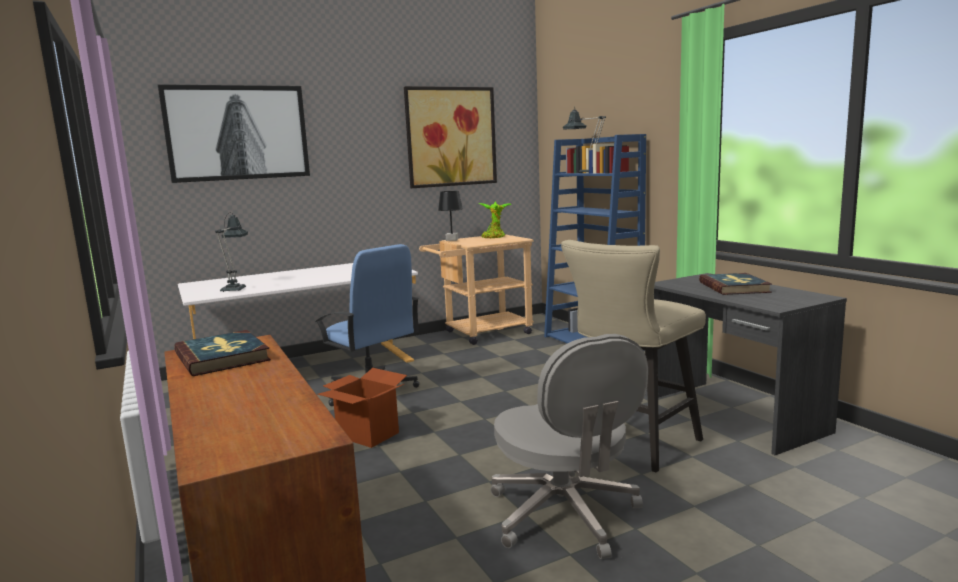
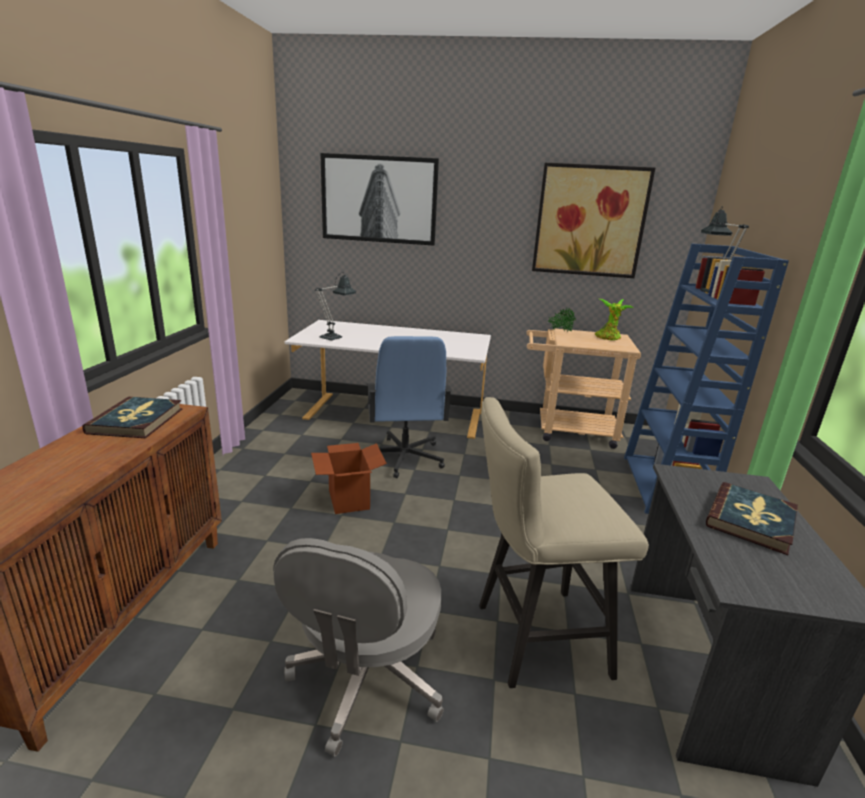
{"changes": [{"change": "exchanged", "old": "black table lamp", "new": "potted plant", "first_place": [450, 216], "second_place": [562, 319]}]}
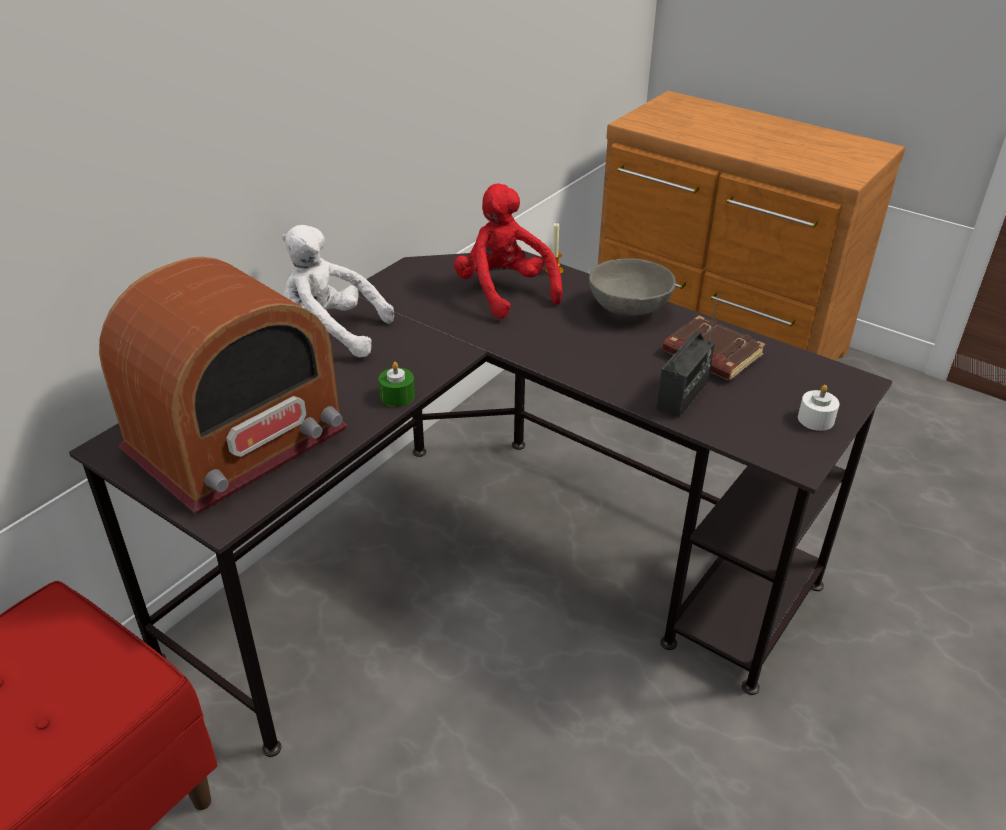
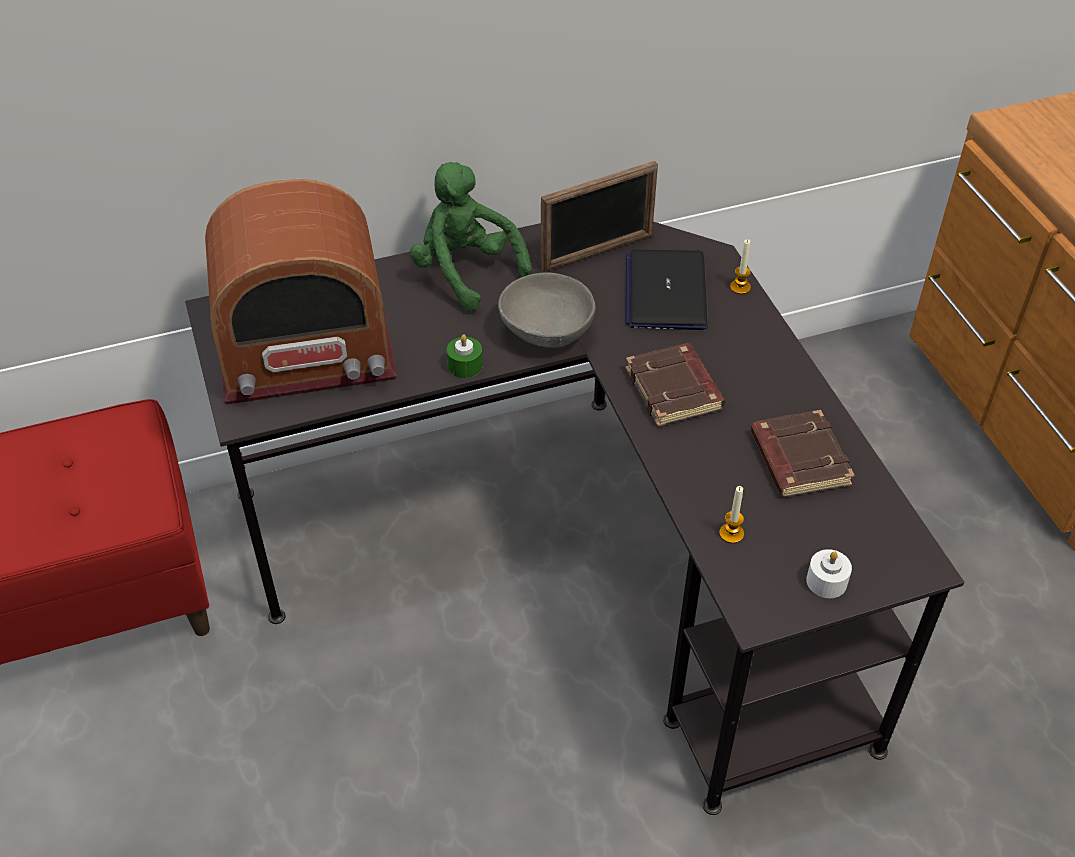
{"changes": [{"change": "colour", "old": "white plush toy", "new": "green plush toy", "first_place": [338, 291], "second_place": [471, 237]}, {"change": "exchanged", "old": "red plush toy", "new": "laptop", "first_place": [508, 251], "second_place": [666, 290]}, {"change": "relocated", "old": "grey bowl", "first_place": [632, 287], "second_place": [547, 310]}, {"change": "missing", "old": "radio", "first_place": [687, 356]}, {"change": "appeared", "new": "picture frame", "second_place": [599, 216]}, {"change": "appeared", "new": "brown book", "second_place": [675, 384]}, {"change": "appeared", "new": "candle", "second_place": [731, 515]}]}
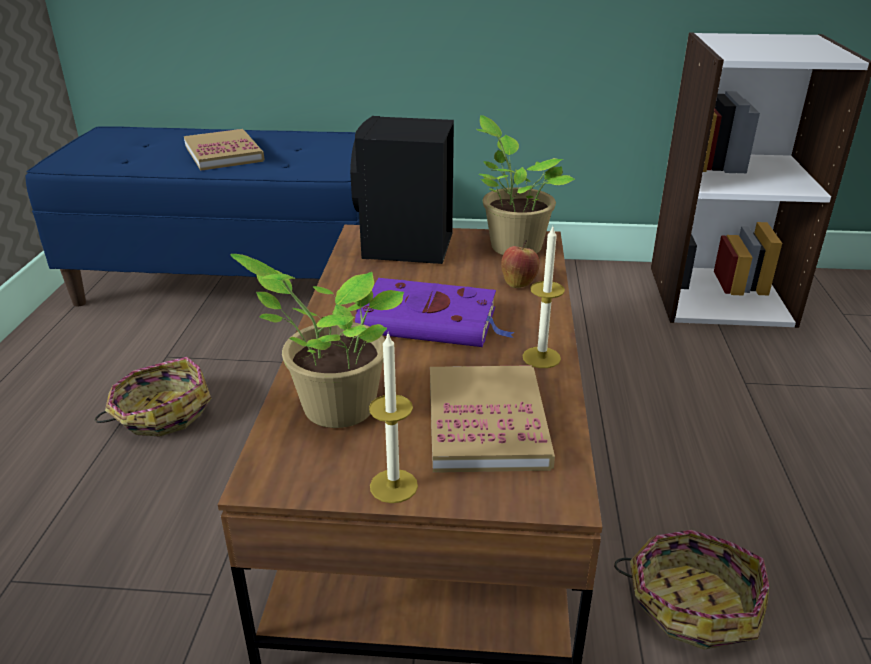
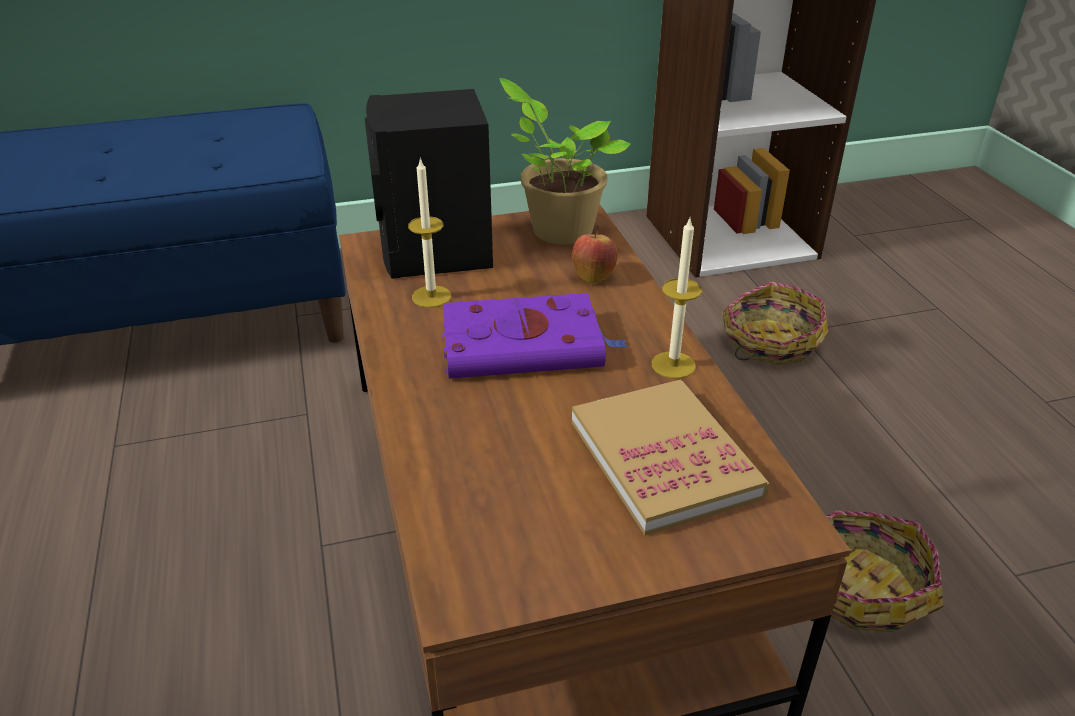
{"changes": [{"change": "relocated", "old": "basket", "first_place": [153, 396], "second_place": [775, 323]}, {"change": "missing", "old": "book", "first_place": [224, 150]}, {"change": "missing", "old": "potted plant", "first_place": [317, 341]}, {"change": "relocated", "old": "candle", "first_place": [393, 418], "second_place": [429, 232]}]}
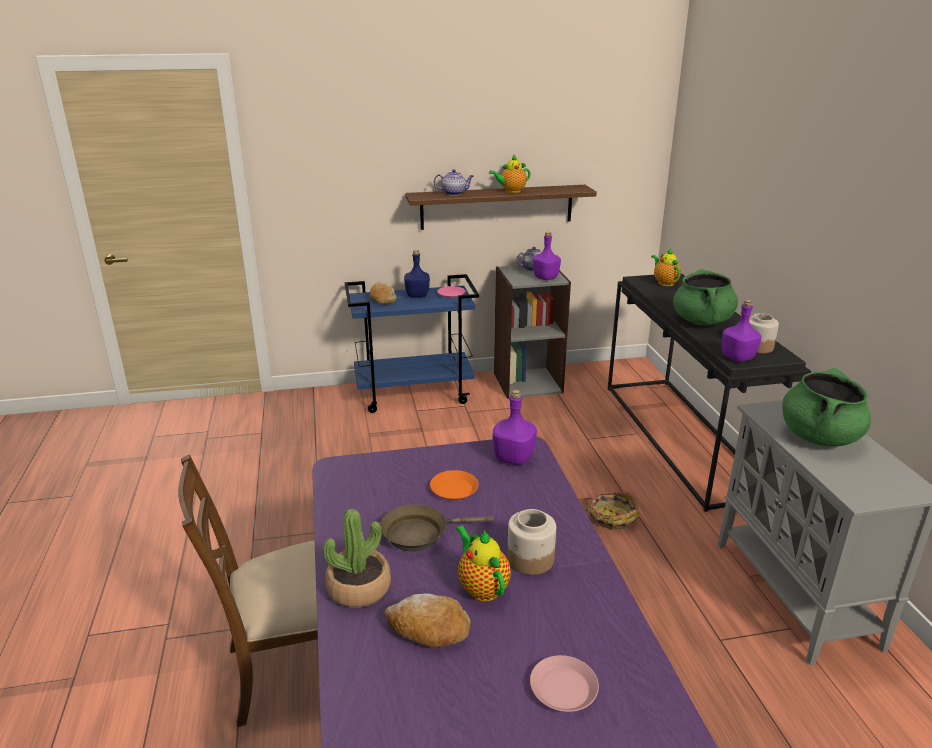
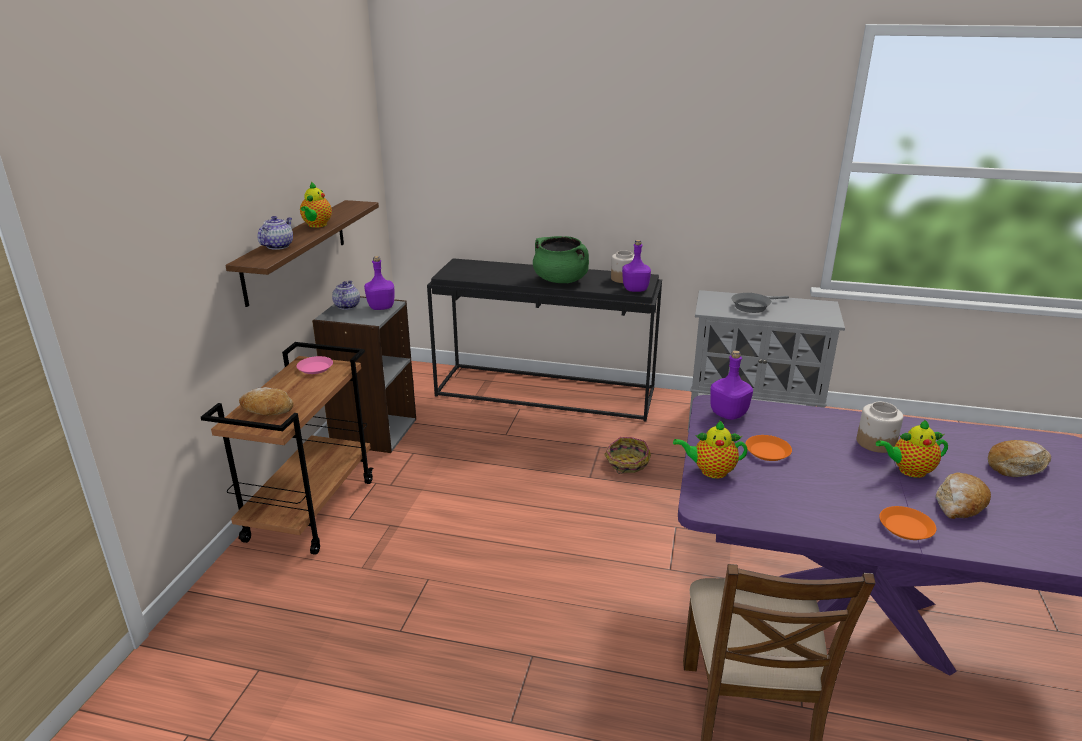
{"changes": [{"change": "exchanged", "old": "potted plant", "new": "orange plate", "first_place": [357, 558], "second_place": [907, 523]}, {"change": "colour", "old": "blue cart", "new": "brown cart", "first_place": [411, 343], "second_place": [287, 448]}, {"change": "missing", "old": "brown frying pan", "first_place": [437, 528]}, {"change": "missing", "old": "blue bottle", "first_place": [417, 274]}, {"change": "exchanged", "old": "pink plate", "new": "bread", "first_place": [564, 683], "second_place": [1019, 458]}, {"change": "relocated", "old": "teapot", "first_place": [666, 267], "second_place": [710, 449]}, {"change": "exchanged", "old": "green cooking pot", "new": "grey frying pan", "first_place": [826, 407], "second_place": [760, 303]}]}
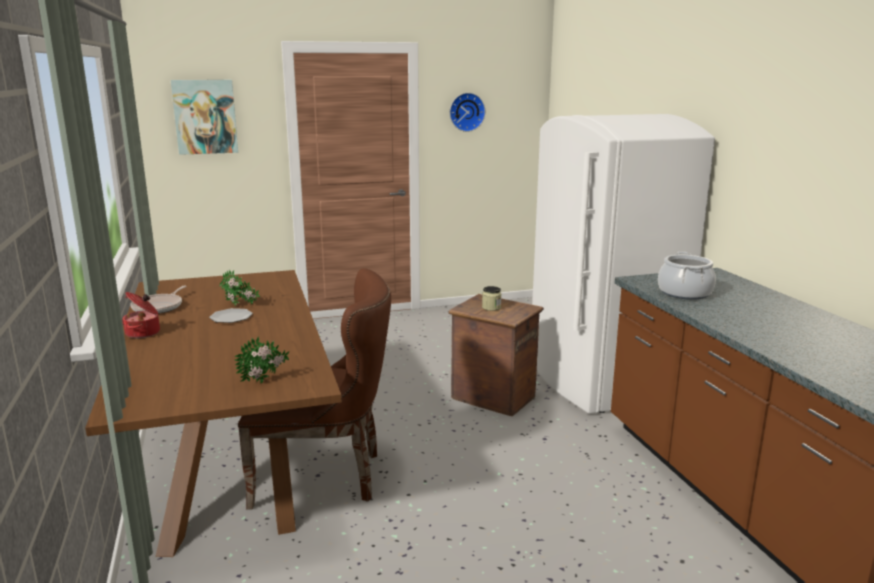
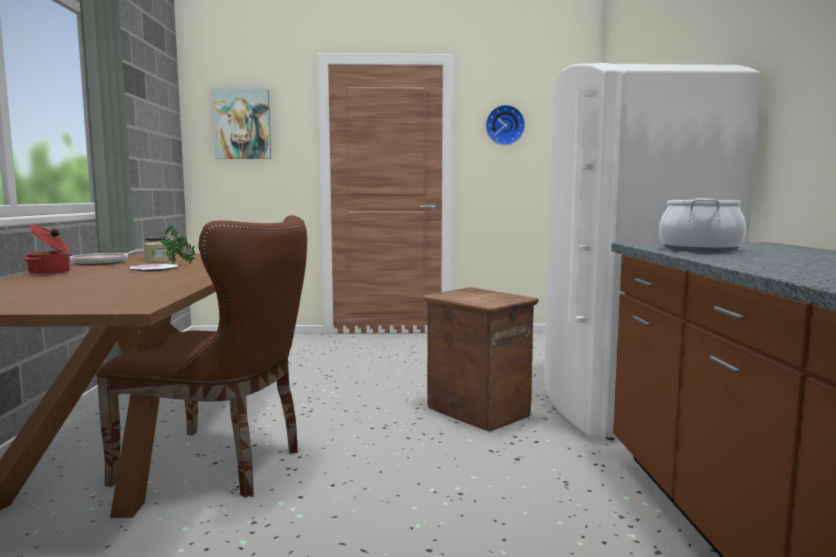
{"changes": [{"change": "missing", "old": "potted plant", "first_place": [262, 360]}, {"change": "relocated", "old": "jar", "first_place": [492, 298], "second_place": [156, 250]}]}
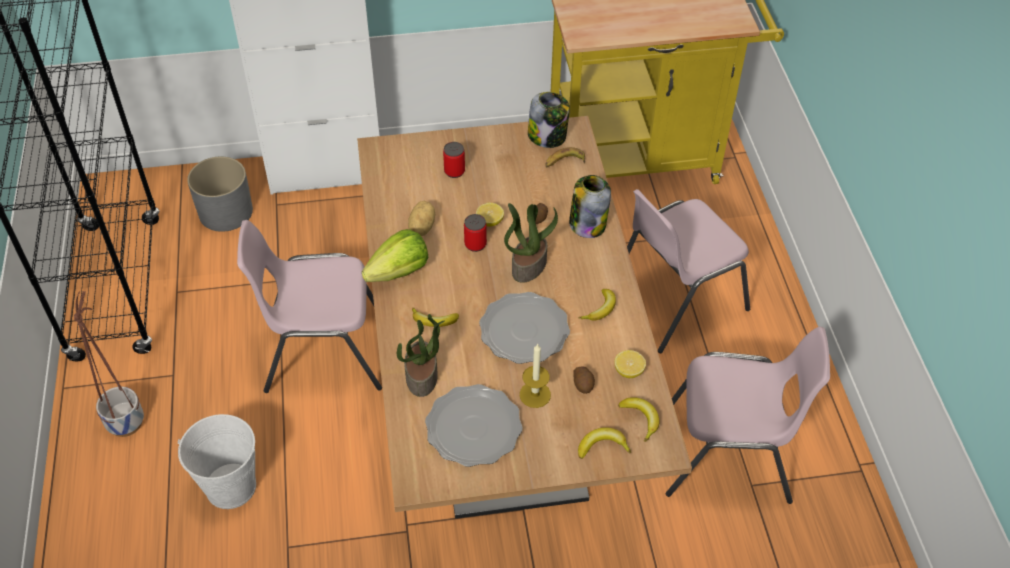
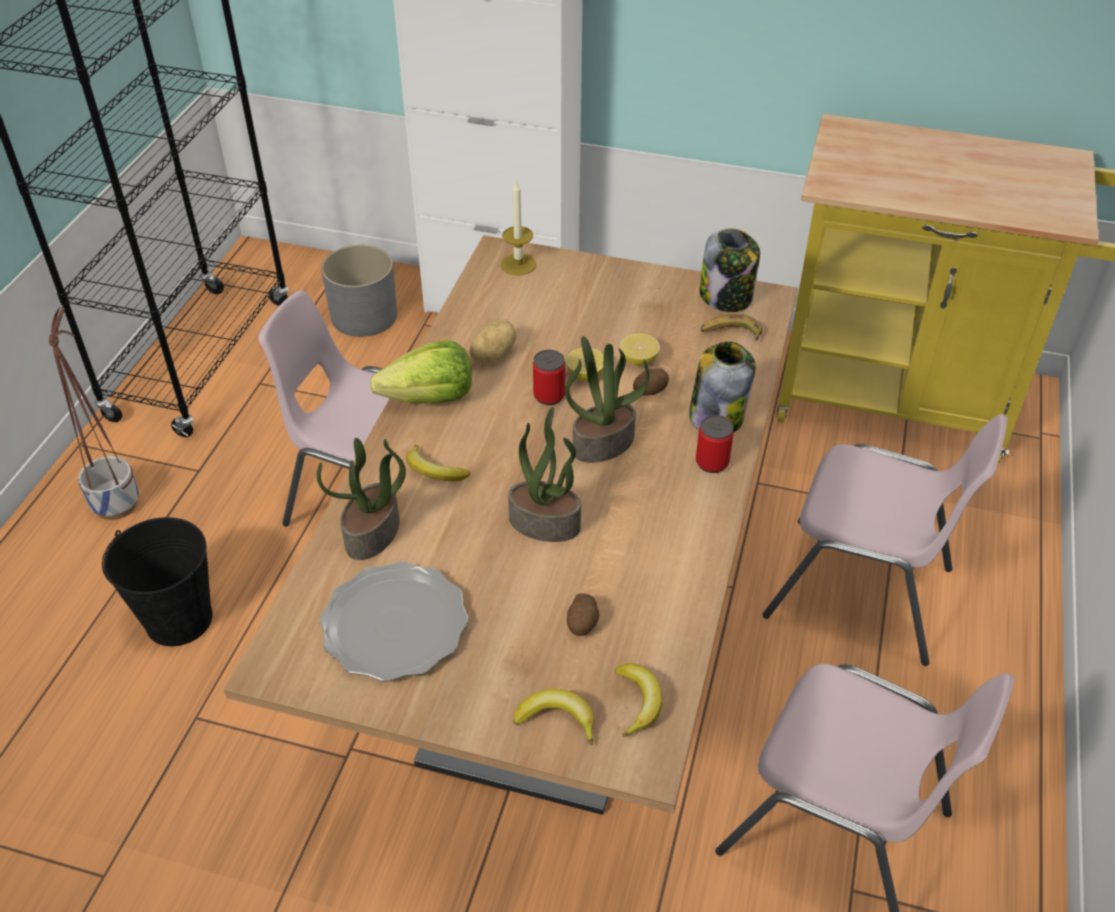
{"changes": [{"change": "colour", "old": "white bucket", "new": "black bucket", "first_place": [216, 461], "second_place": [157, 581]}, {"change": "relocated", "old": "can", "first_place": [454, 160], "second_place": [715, 444]}, {"change": "exchanged", "old": "plate", "new": "potted plant", "first_place": [524, 328], "second_place": [544, 474]}, {"change": "relocated", "old": "candle", "first_place": [535, 375], "second_place": [519, 228]}, {"change": "missing", "old": "banana", "first_place": [597, 305]}, {"change": "relocated", "old": "lemon", "first_place": [630, 364], "second_place": [640, 350]}, {"change": "spun", "old": "pink chair", "first_place": [688, 271], "second_place": [885, 540], "degrees": -150}]}
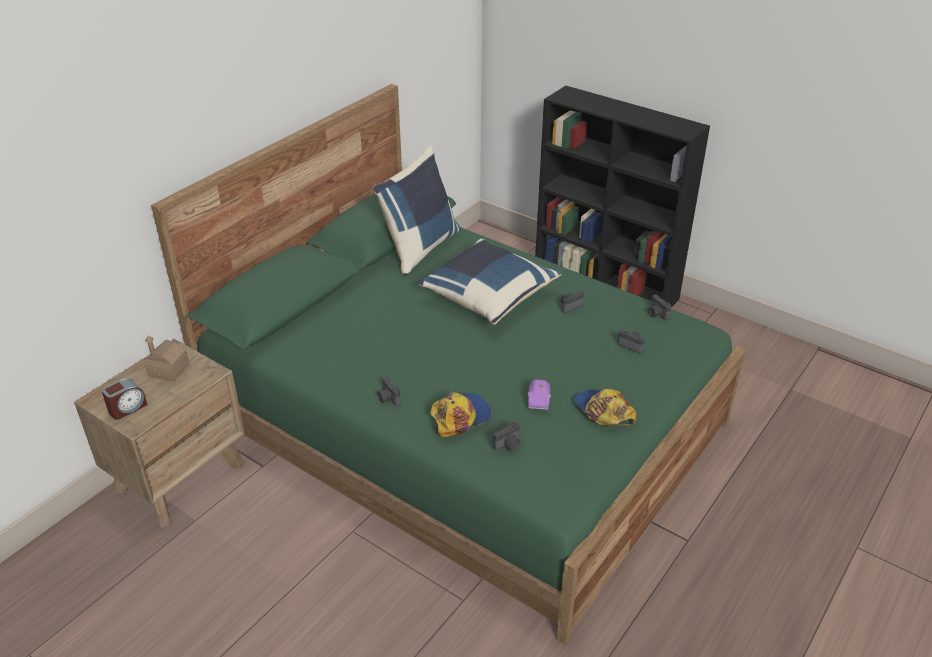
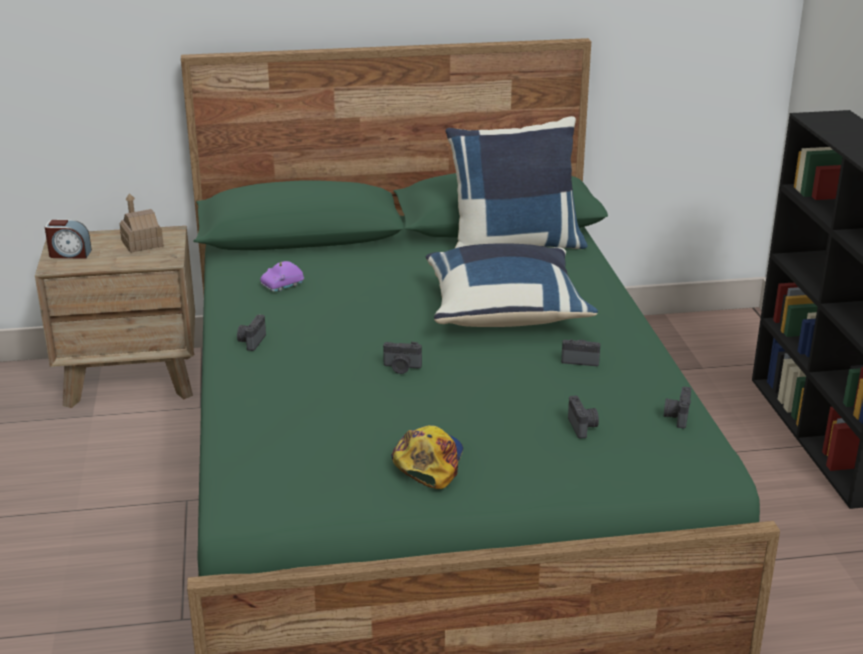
{"changes": [{"change": "missing", "old": "cap", "first_place": [460, 414]}, {"change": "relocated", "old": "photo camera", "first_place": [507, 436], "second_place": [402, 358]}, {"change": "relocated", "old": "purple toy car", "first_place": [539, 395], "second_place": [282, 276]}]}
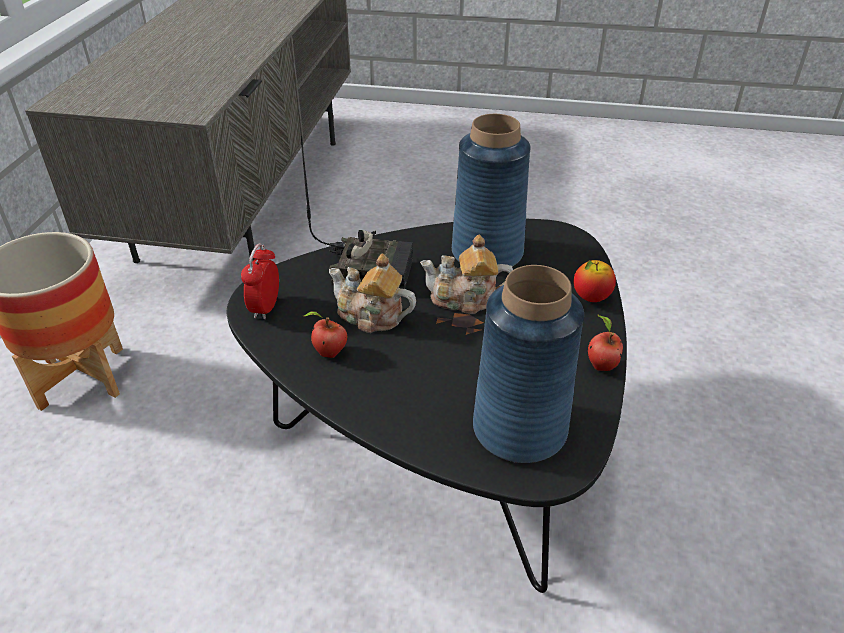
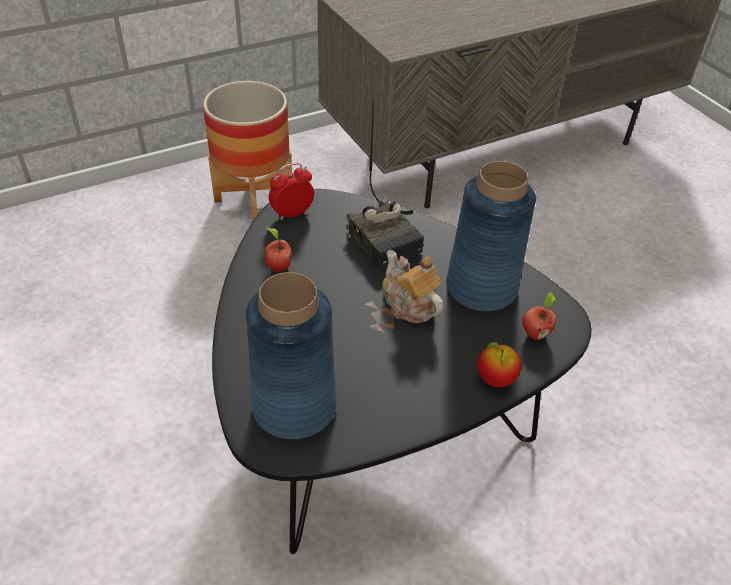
{"changes": [{"change": "missing", "old": "teapot", "first_place": [372, 293]}, {"change": "relocated", "old": "apple", "first_place": [605, 343], "second_place": [539, 316]}]}
